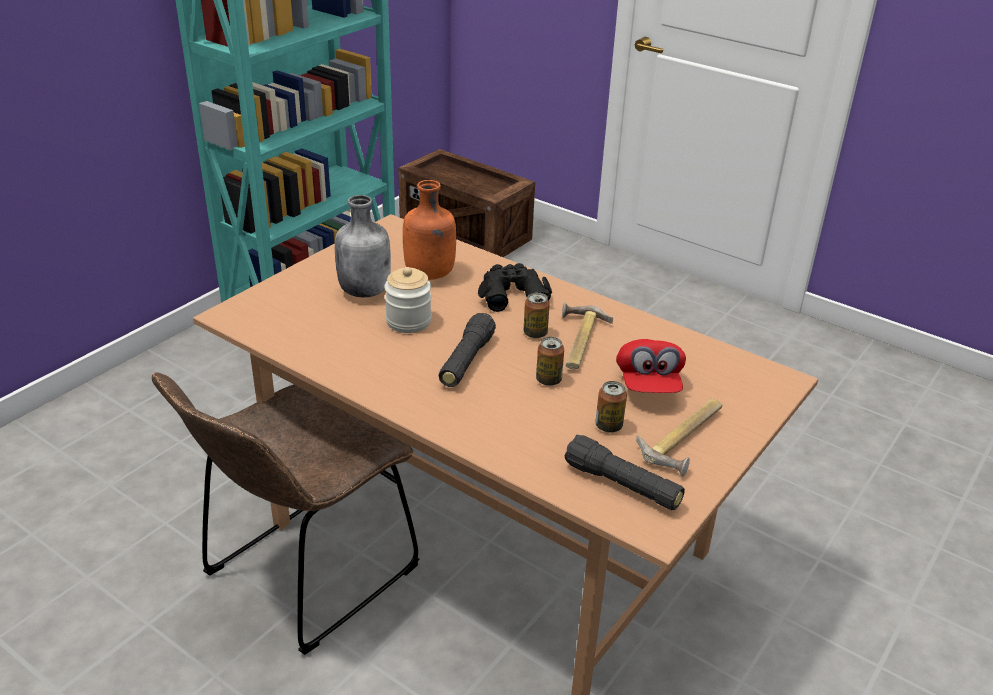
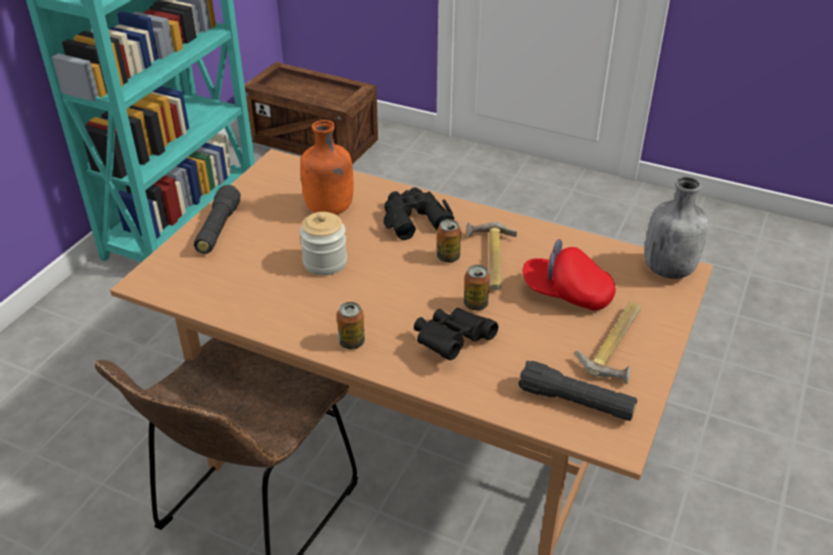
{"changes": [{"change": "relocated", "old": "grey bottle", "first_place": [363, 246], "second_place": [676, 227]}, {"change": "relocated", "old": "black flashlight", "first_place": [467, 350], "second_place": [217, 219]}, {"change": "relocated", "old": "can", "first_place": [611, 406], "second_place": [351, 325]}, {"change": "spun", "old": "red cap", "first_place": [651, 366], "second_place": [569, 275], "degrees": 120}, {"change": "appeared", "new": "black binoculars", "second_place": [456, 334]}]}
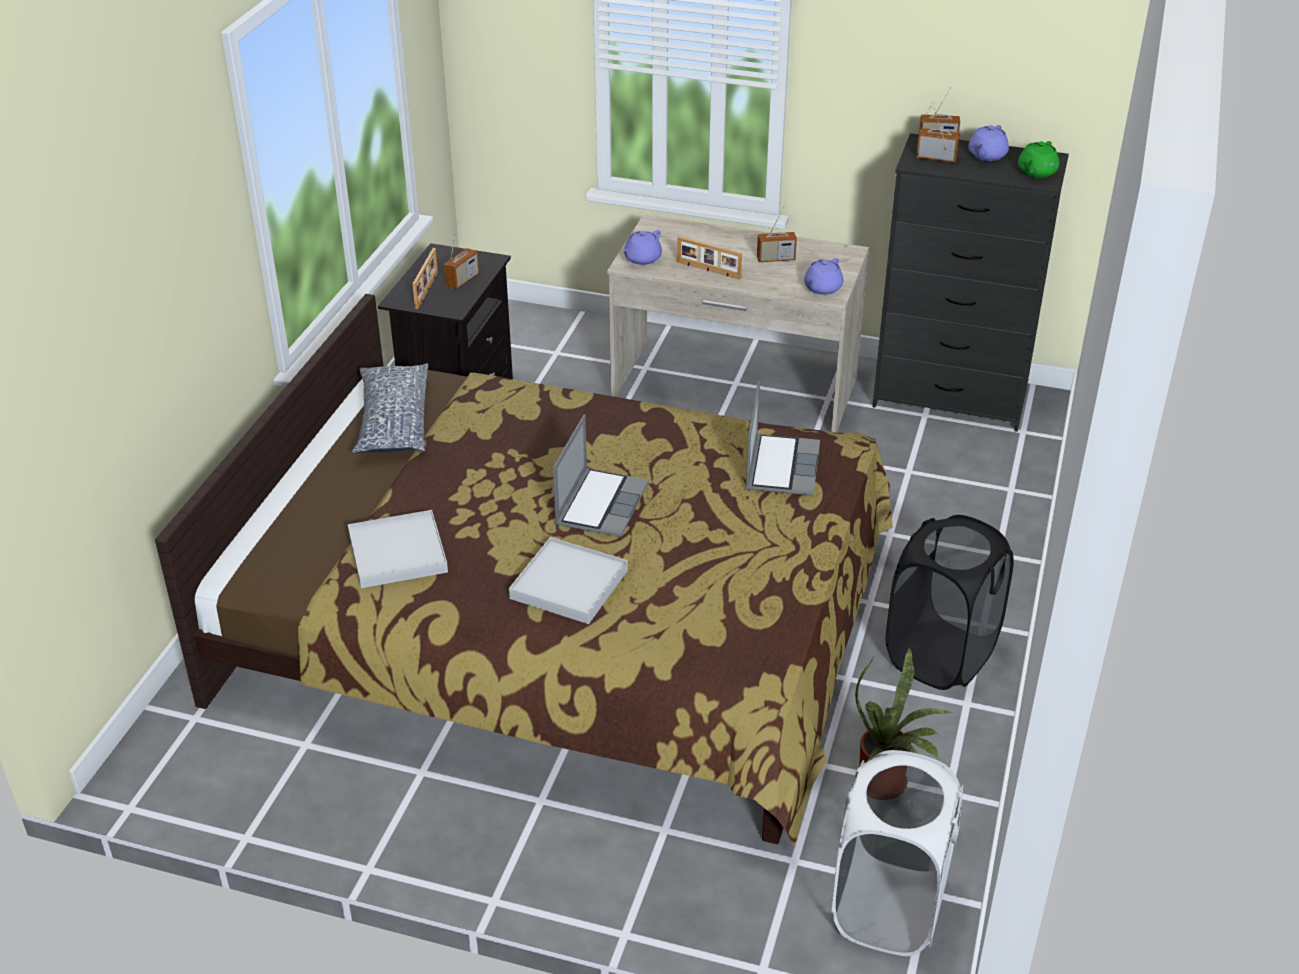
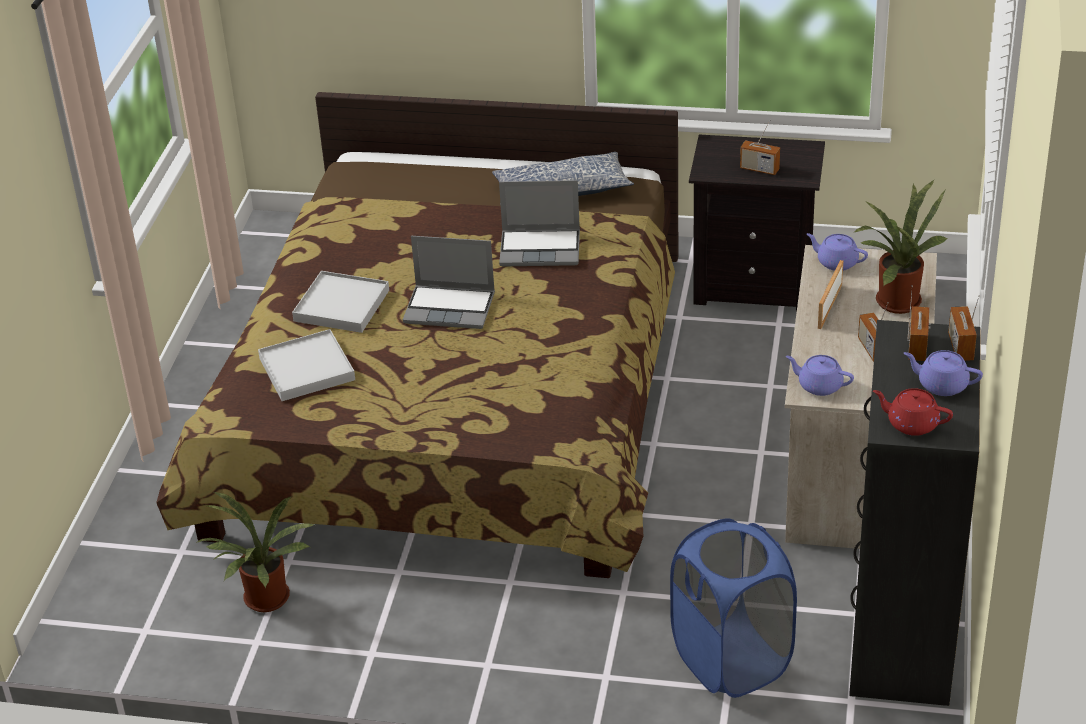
{"changes": [{"change": "relocated", "old": "white tray", "first_place": [398, 549], "second_place": [306, 365]}, {"change": "missing", "old": "picture frame", "first_place": [425, 278]}, {"change": "relocated", "old": "laptop", "first_place": [783, 438], "second_place": [539, 223]}, {"change": "missing", "old": "white laundry basket", "first_place": [897, 853]}, {"change": "missing", "old": "black laundry basket", "first_place": [950, 602]}, {"change": "colour", "old": "green teapot", "new": "red teapot", "first_place": [1038, 159], "second_place": [913, 412]}, {"change": "appeared", "new": "blue laundry basket", "second_place": [733, 608]}, {"change": "appeared", "new": "potted plant", "second_place": [901, 247]}]}
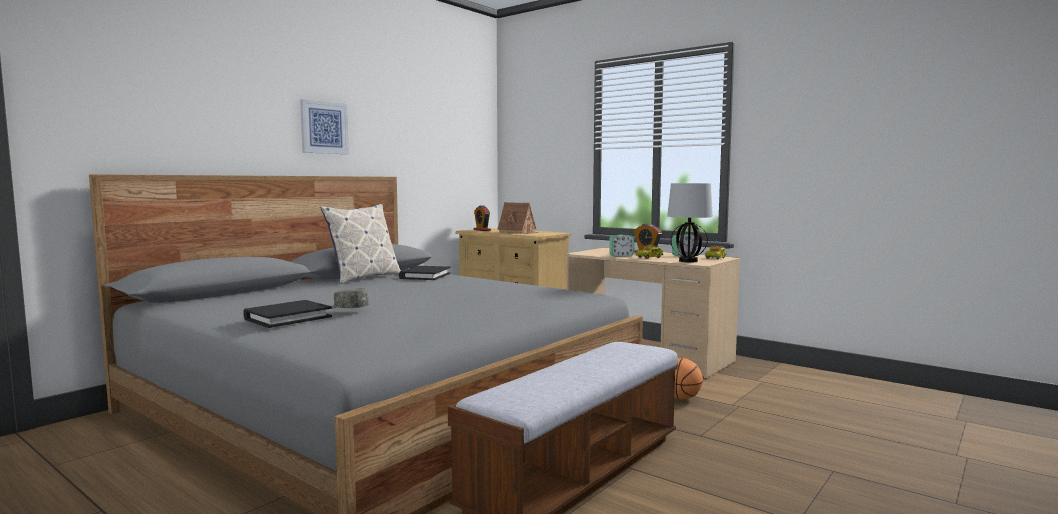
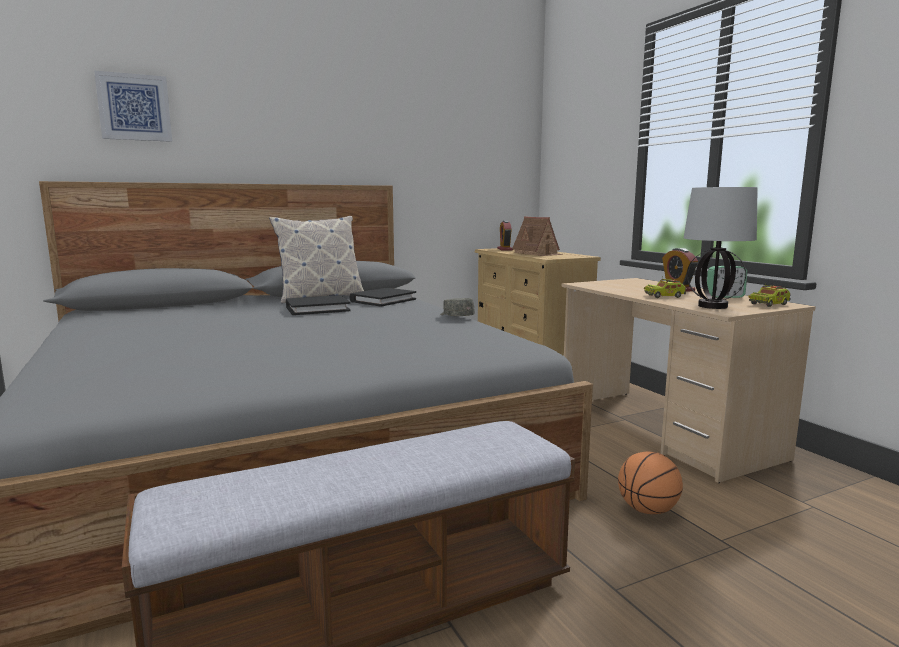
{"changes": [{"change": "relocated", "old": "black book", "first_place": [287, 314], "second_place": [318, 305]}, {"change": "relocated", "old": "picture", "first_place": [324, 126], "second_place": [133, 106]}, {"change": "relocated", "old": "grey cap", "first_place": [350, 298], "second_place": [457, 307]}, {"change": "missing", "old": "alarm clock", "first_place": [621, 246]}]}
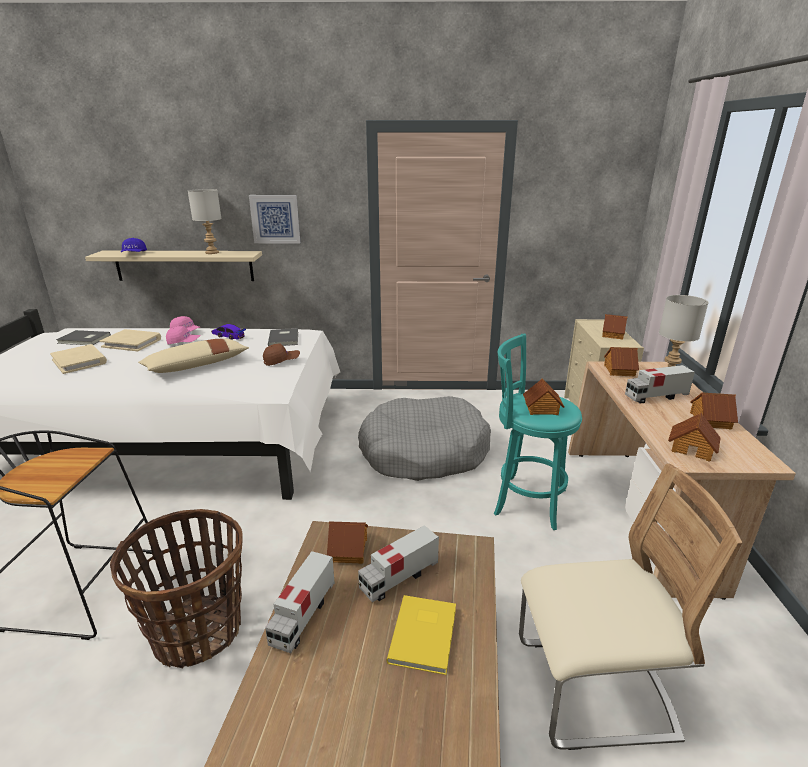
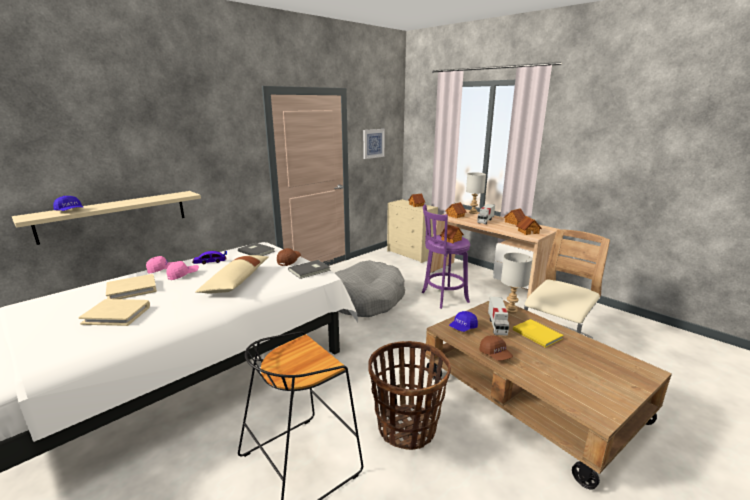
{"changes": [{"change": "relocated", "old": "grey book", "first_place": [83, 337], "second_place": [309, 269]}, {"change": "relocated", "old": "grey table lamp", "first_place": [205, 221], "second_place": [517, 283]}, {"change": "relocated", "old": "picture", "first_place": [274, 219], "second_place": [374, 144]}, {"change": "exchanged", "old": "toy truck", "new": "brown cap", "first_place": [300, 602], "second_place": [496, 348]}, {"change": "exchanged", "old": "toy house", "new": "blue cap", "first_place": [347, 542], "second_place": [463, 321]}, {"change": "colour", "old": "turquoise stool", "new": "purple stool", "first_place": [538, 431], "second_place": [446, 256]}]}
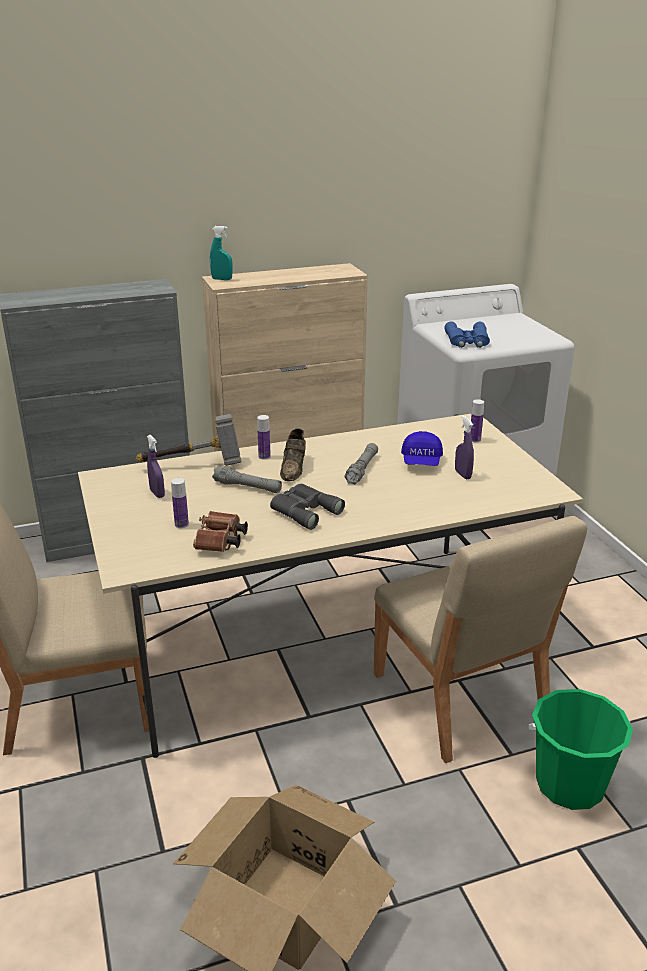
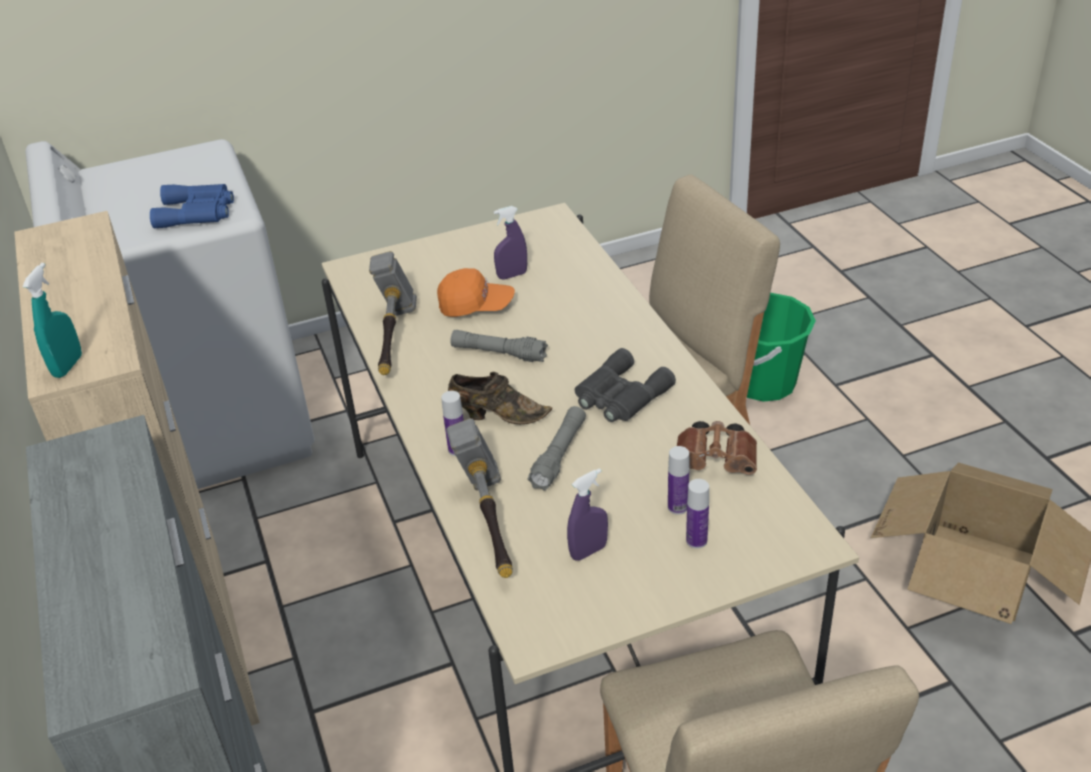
{"changes": [{"change": "colour", "old": "blue cap", "new": "orange cap", "first_place": [422, 448], "second_place": [476, 292]}, {"change": "relocated", "old": "bottle", "first_place": [477, 420], "second_place": [697, 514]}, {"change": "appeared", "new": "hammer", "second_place": [393, 313]}]}
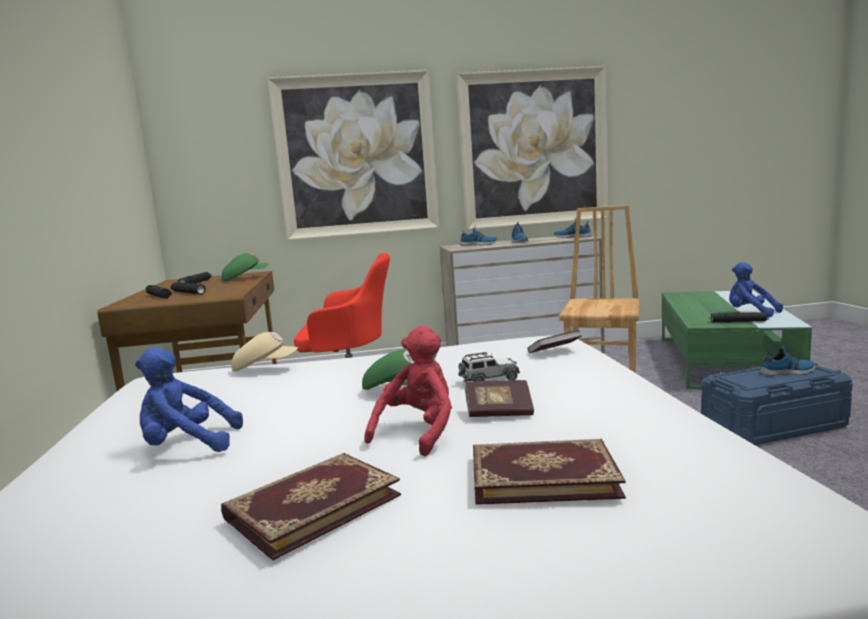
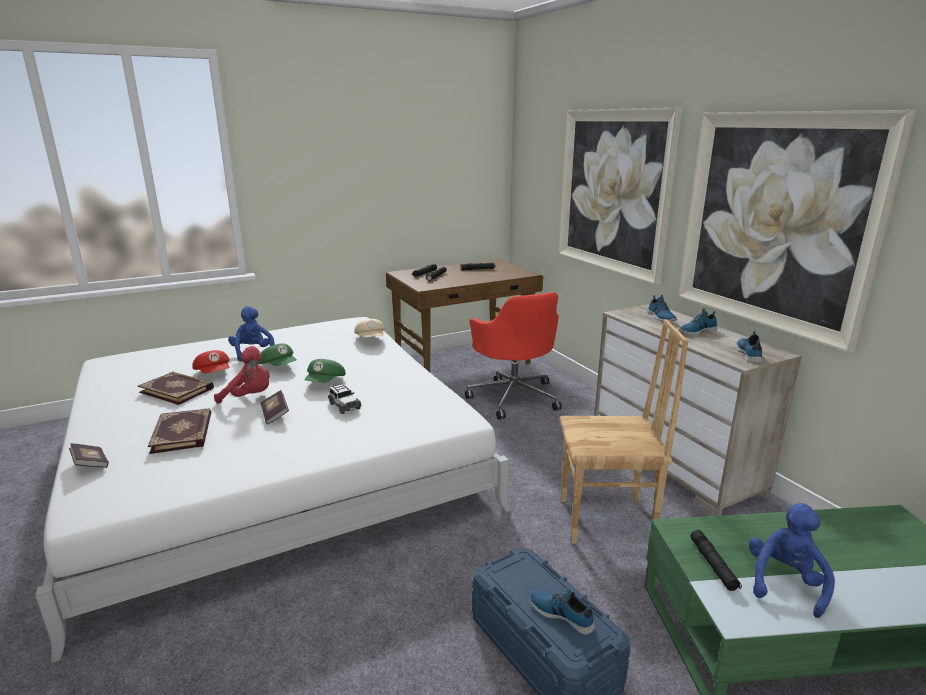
{"changes": [{"change": "relocated", "old": "green cap", "first_place": [245, 267], "second_place": [277, 354]}, {"change": "relocated", "old": "book", "first_place": [554, 341], "second_place": [89, 455]}, {"change": "spun", "old": "shoe", "first_place": [787, 360], "second_place": [562, 611], "degrees": 150}, {"change": "appeared", "new": "red cap", "second_place": [211, 361]}]}
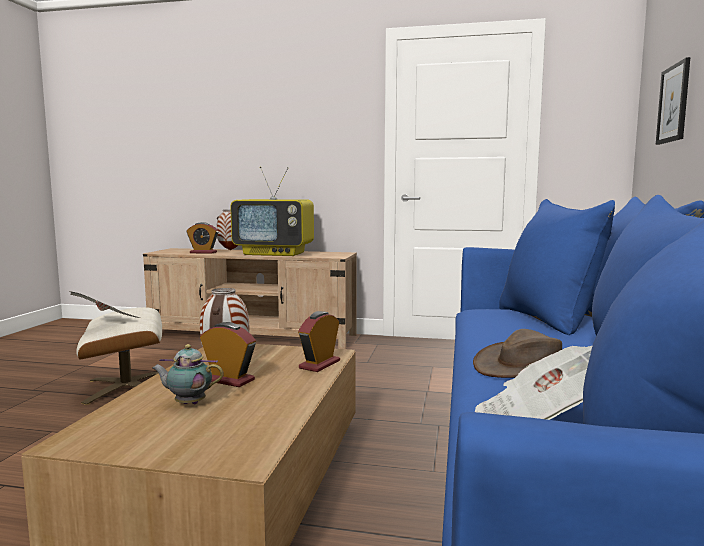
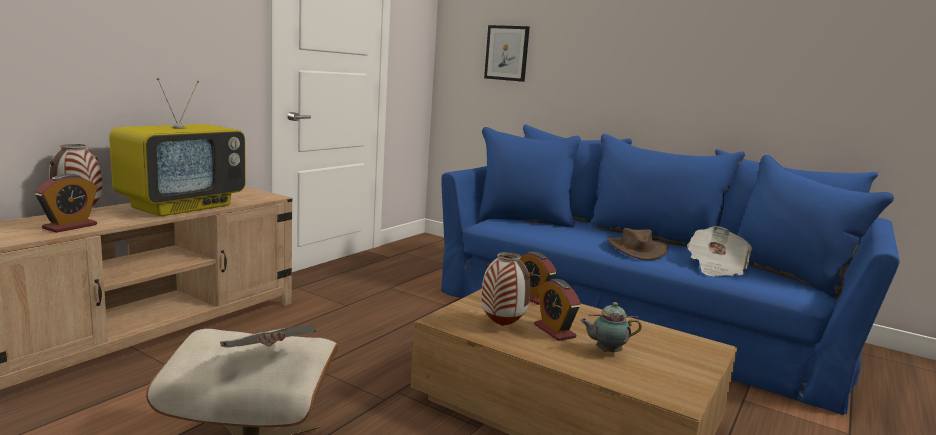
{"changes": [{"change": "spun", "old": "teapot", "first_place": [188, 374], "second_place": [611, 327], "degrees": 60}, {"change": "spun", "old": "alarm clock", "first_place": [228, 354], "second_place": [557, 310], "degrees": -75}]}
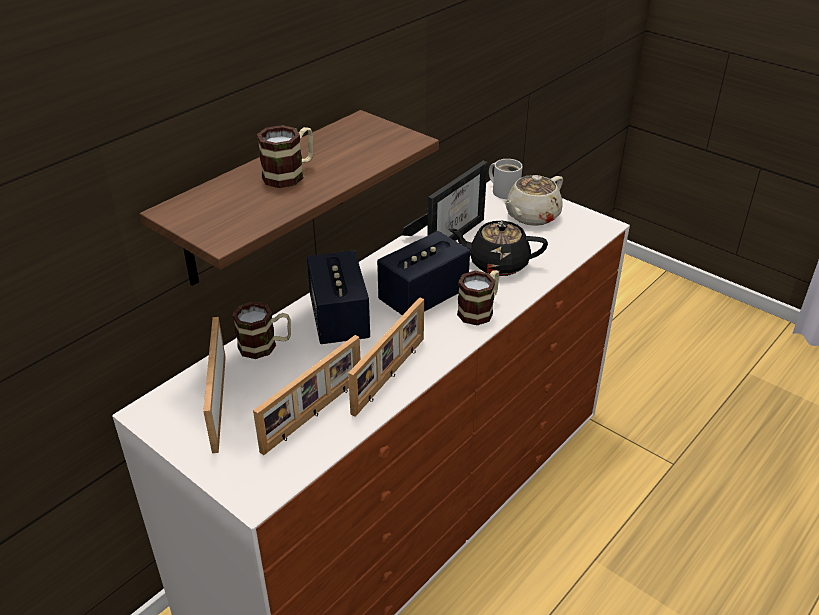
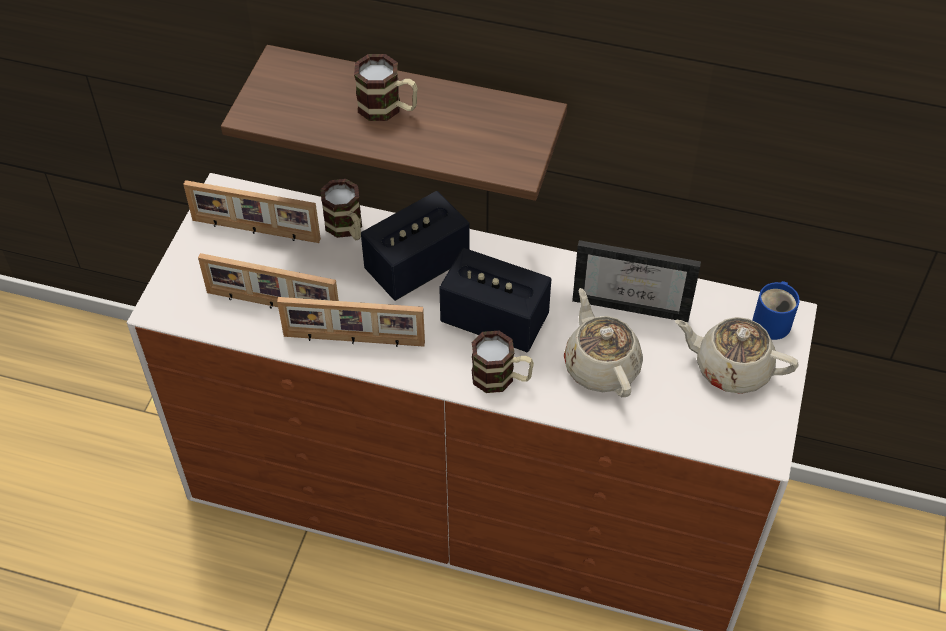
{"changes": [{"change": "spun", "old": "picture frame", "first_place": [214, 385], "second_place": [252, 211], "degrees": -135}, {"change": "colour", "old": "black teapot", "new": "beige teapot", "first_place": [498, 248], "second_place": [603, 342]}, {"change": "colour", "old": "white mug", "new": "blue mug", "first_place": [506, 179], "second_place": [776, 310]}]}
